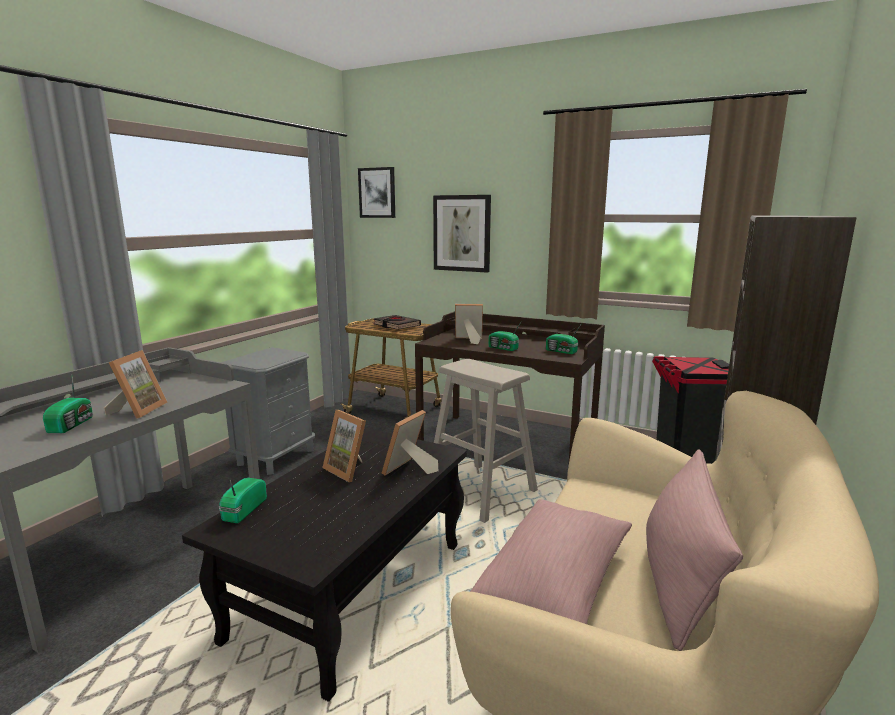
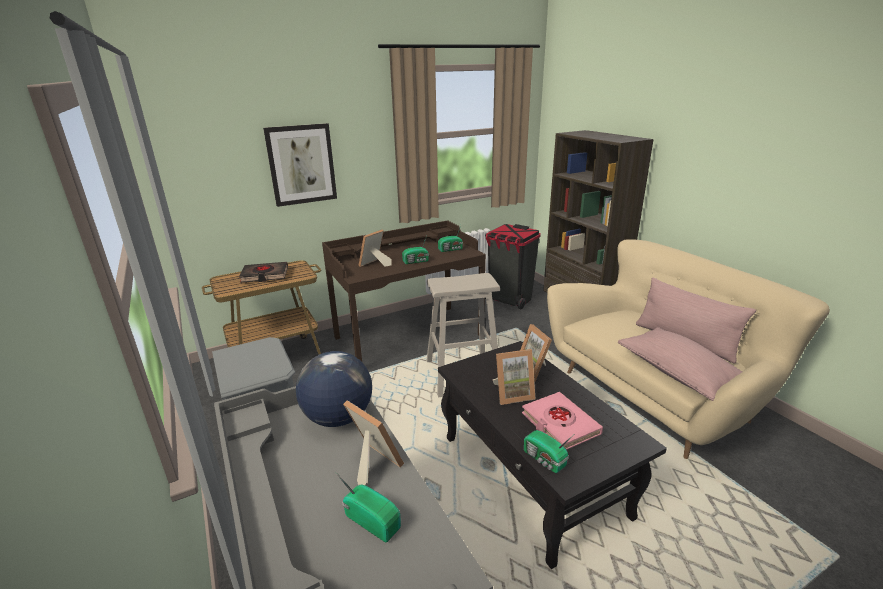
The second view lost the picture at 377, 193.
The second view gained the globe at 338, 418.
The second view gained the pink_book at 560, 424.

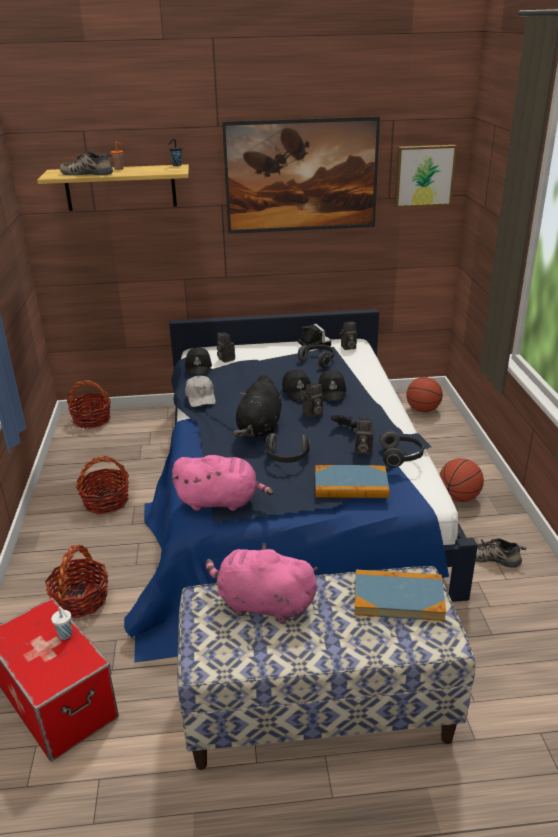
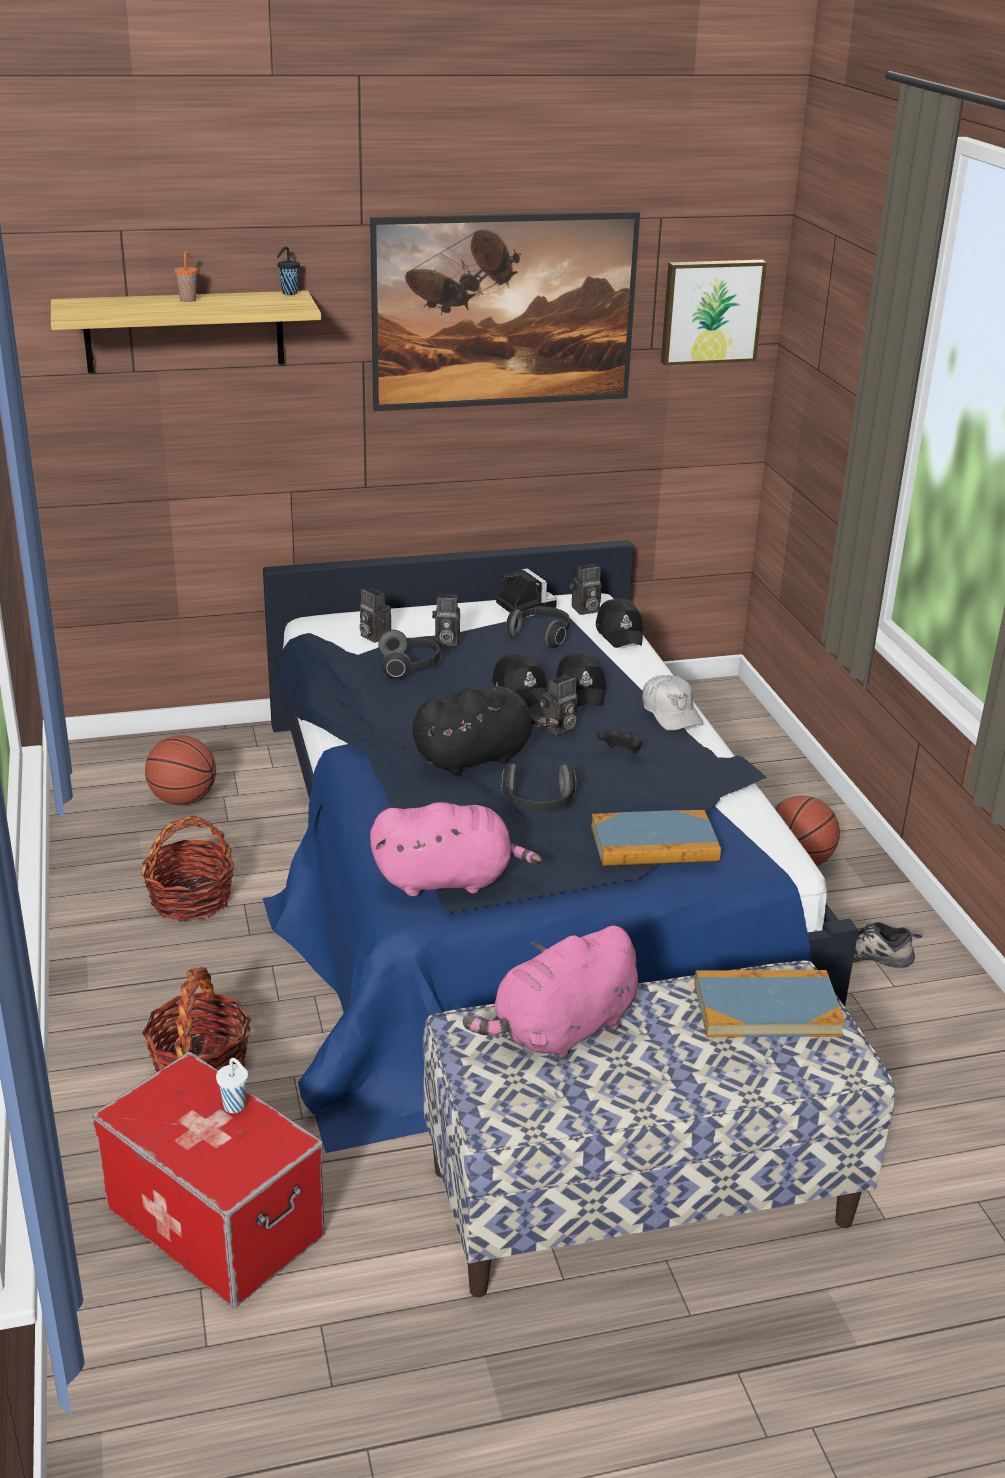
The second view lost the shoe at 88, 173.
The black_cap ended up elsewhere, having gone from 199, 367 to 620, 633.
The black_plush_toy at 259, 428 ended up facing another way, 120 degrees counterclockwise from before.
The white_cap ended up elsewhere, having gone from 201, 397 to 671, 713.
The basketball ended up elsewhere, having gone from 423, 410 to 183, 799.
The second view lost the basket at 92, 420.
The photo_camera ended up elsewhere, having gone from 362, 450 to 445, 642.
The headphones ended up elsewhere, having gone from 401, 457 to 409, 667.
The pink_plush_toy at 262, 604 ended up facing another way, 45 degrees counterclockwise from before.

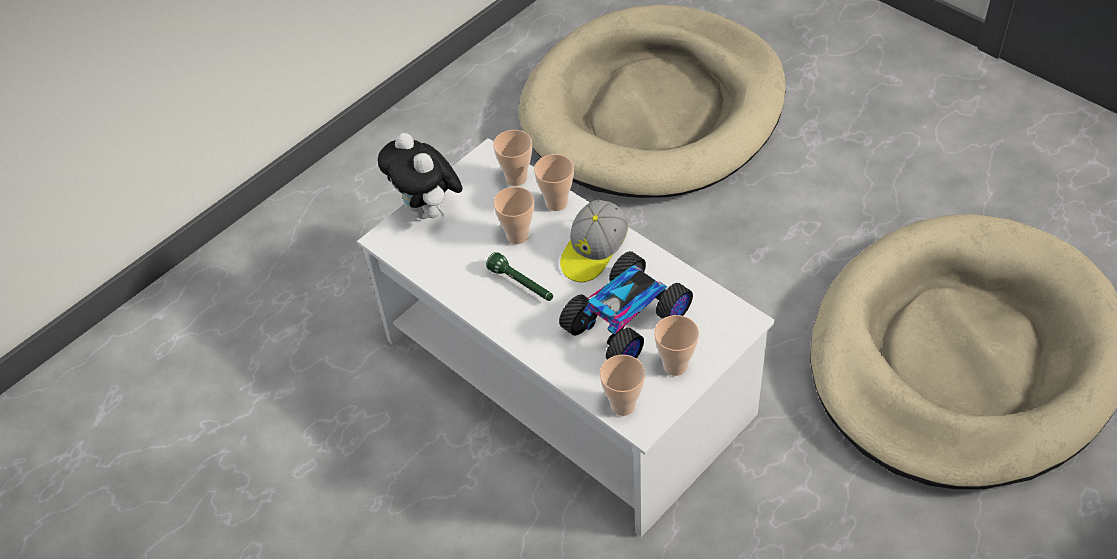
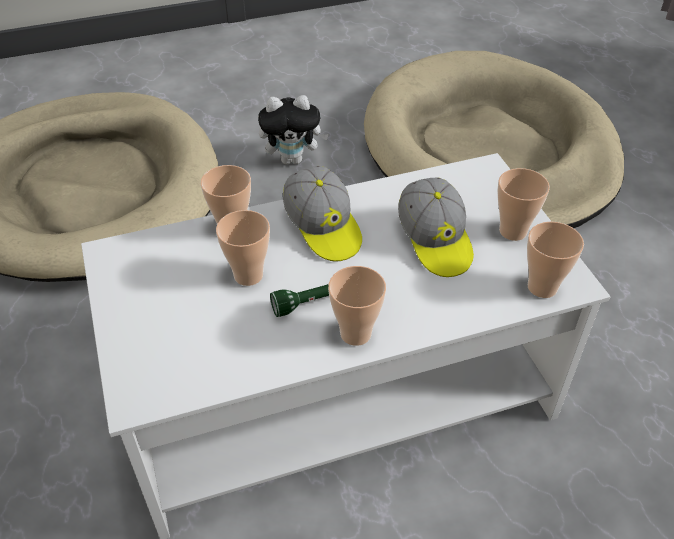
The cup ended up elsewhere, having gone from 516, 178 to 355, 333.
The plush_toy ended up elsewhere, having gone from 428, 211 to 293, 159.
Where the toy_car stood at 627, 321, the cap came to stand at 435, 241.

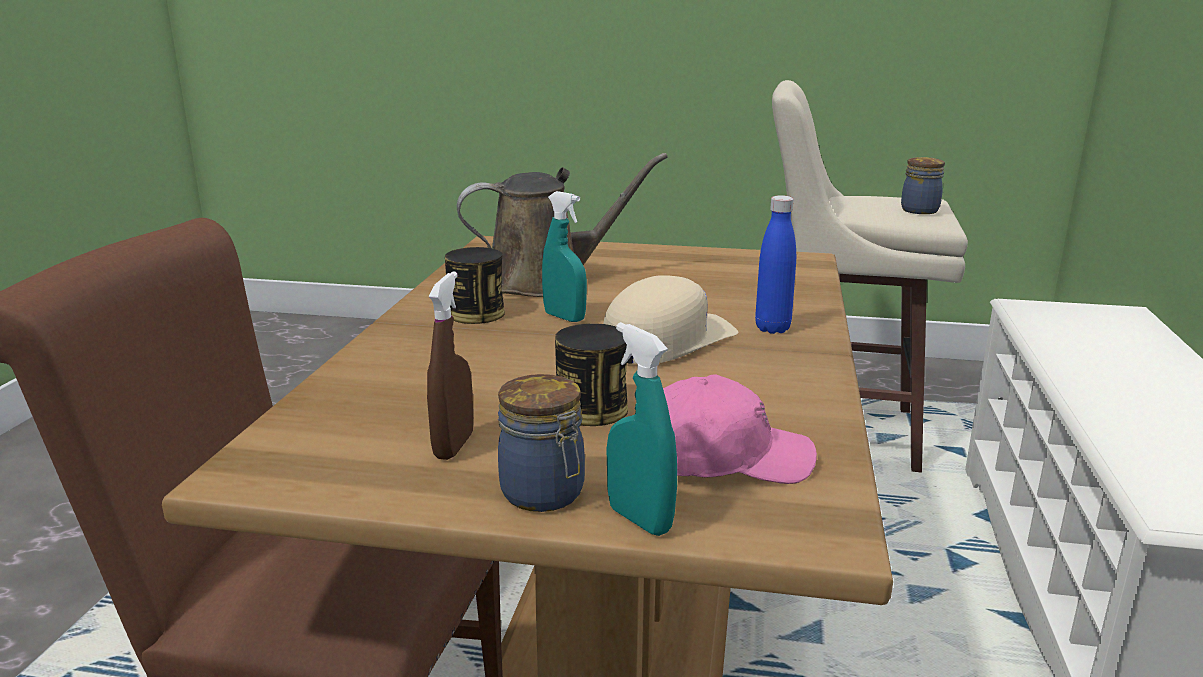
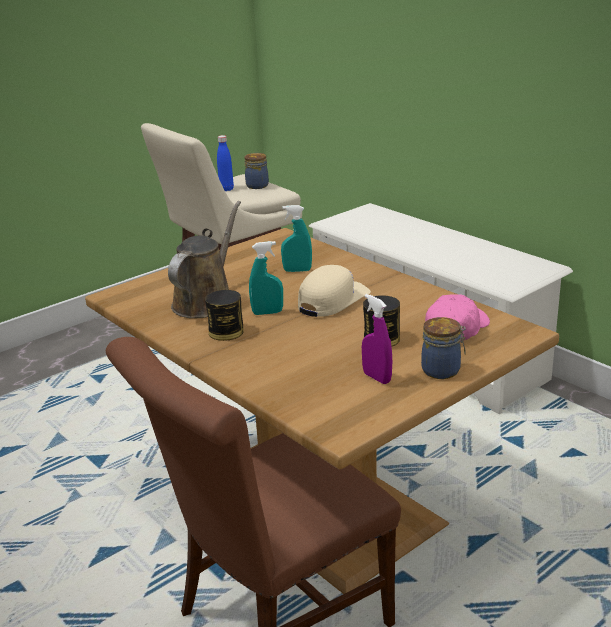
The blue_bottle ended up elsewhere, having gone from 772, 328 to 226, 189.
What was the brown_spray_bottle at 453, 446 turned into the purple_spray_bottle at 376, 378.
The beige_cap at 667, 340 ended up facing another way, 45 degrees clockwise from before.
The turquoise_spray_bottle ended up elsewhere, having gone from 639, 520 to 297, 270.

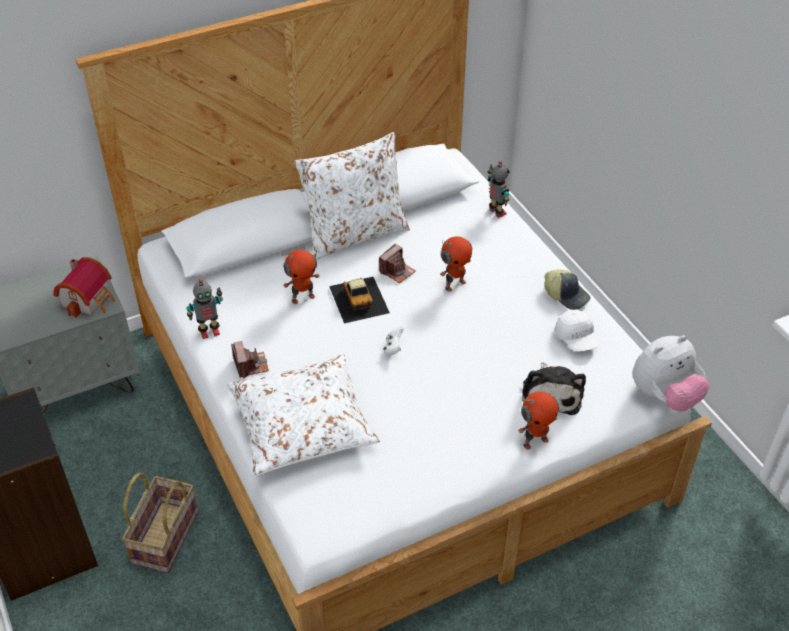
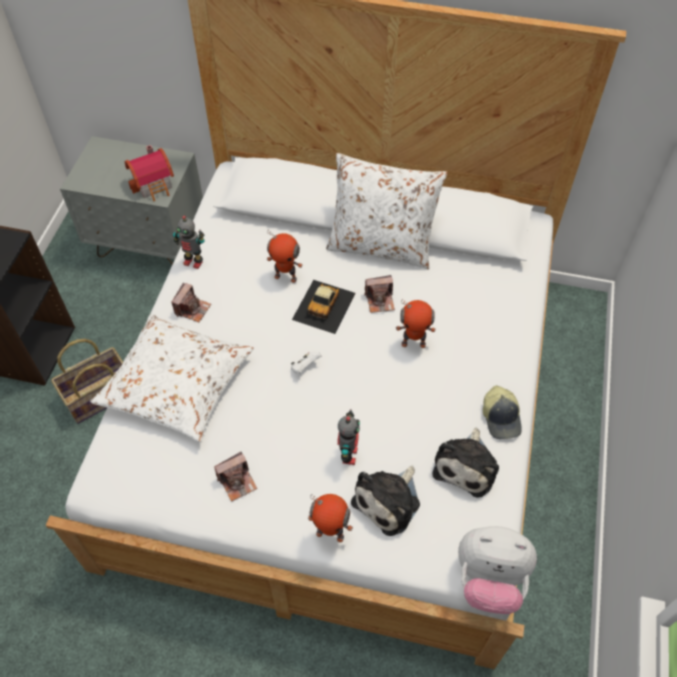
The toy_robot ended up elsewhere, having gone from 496, 212 to 348, 455.
Where the white_cap stood at 576, 338, the plush_toy came to stand at 467, 465.
The second view gained the photo_camera at 237, 481.

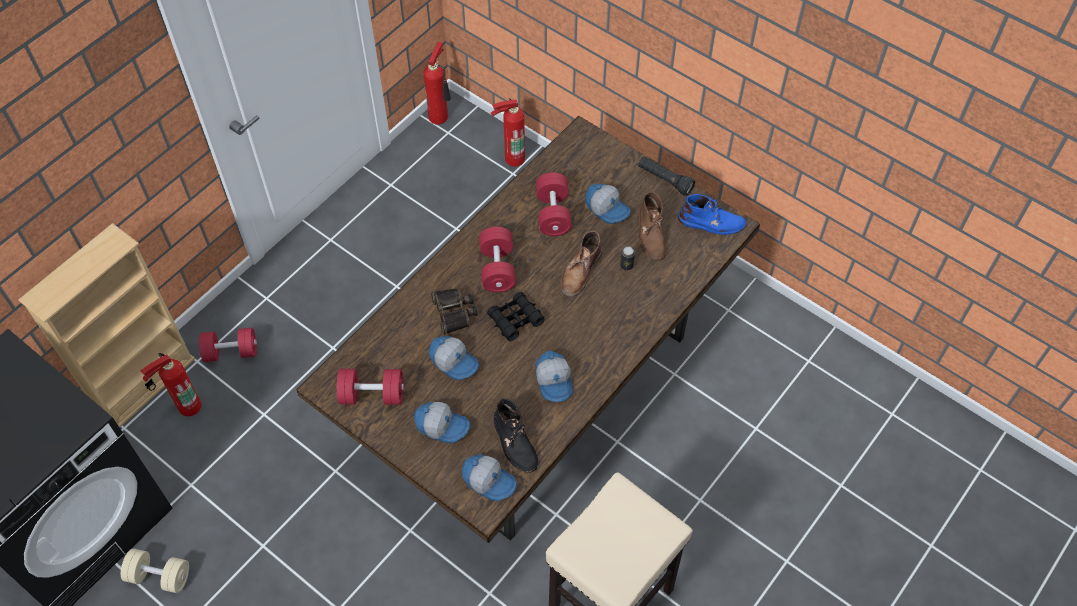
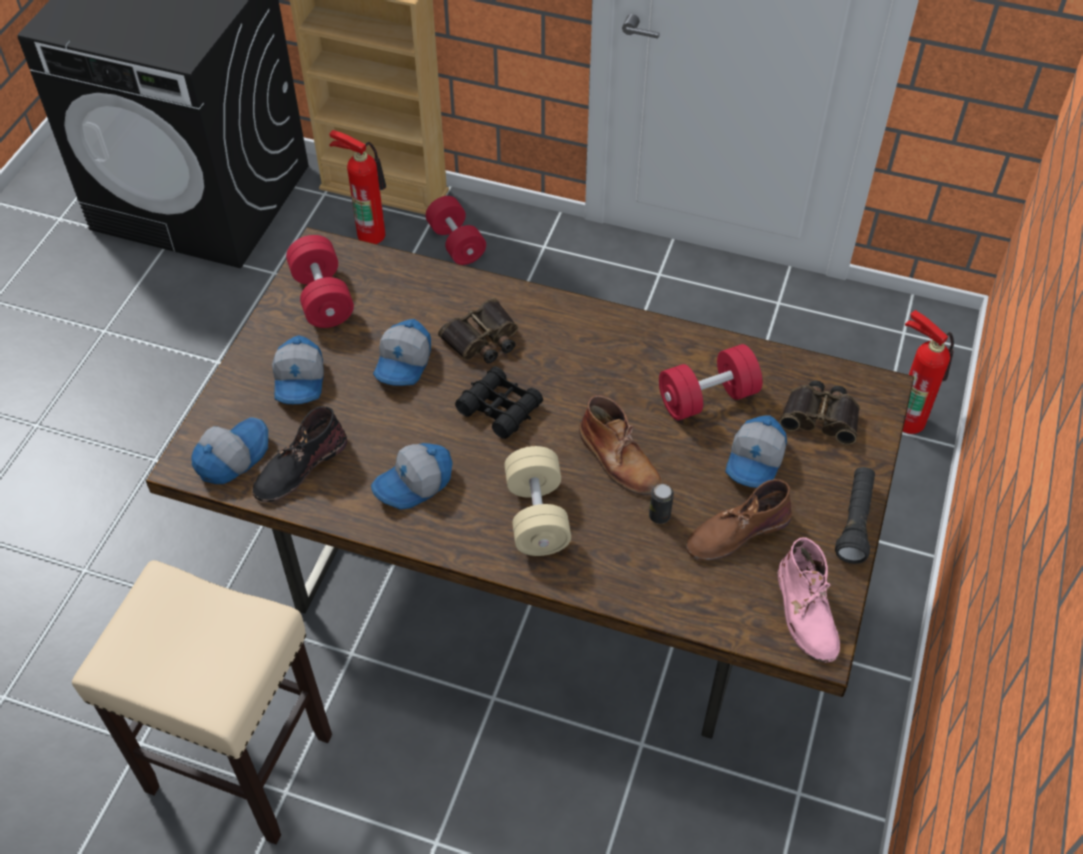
The second view lost the fire_extinguisher at 440, 116.
What was the blue_boot at 712, 223 turned into the pink_boot at 806, 612.
The second view lost the red_dumbbell at 497, 268.
The brown_boot at 580, 271 ended up facing another way, 135 degrees counterclockwise from before.
The cap at 490, 480 ended up facing another way, 150 degrees counterclockwise from before.
The beige_dumbbell ended up elsewhere, having gone from 159, 576 to 537, 516.
The second view gained the binoculars at 821, 416.

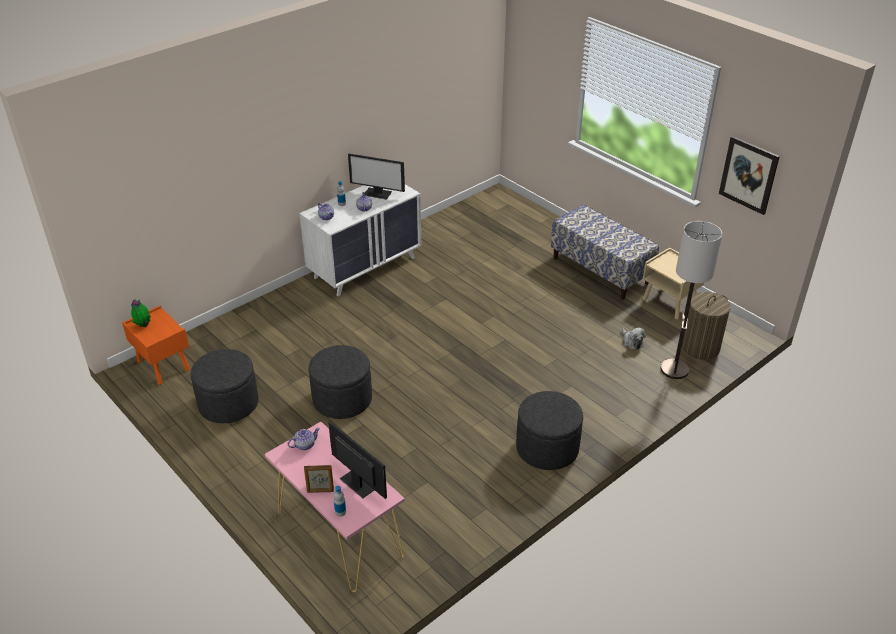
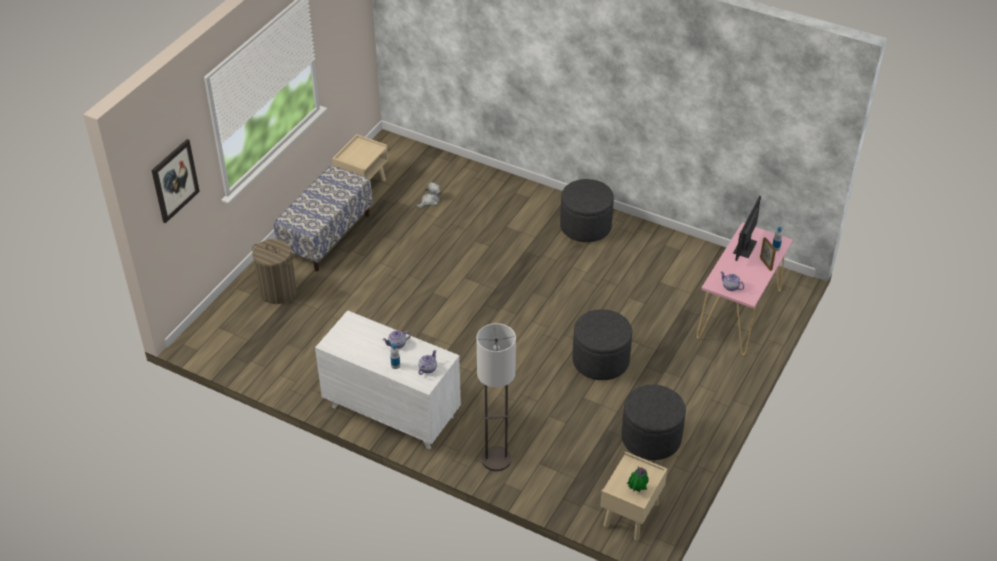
The picture ended up elsewhere, having gone from 748, 175 to 175, 180.
The second view lost the monitor at 378, 193.
The floor_lamp ended up elsewhere, having gone from 674, 369 to 496, 459.
The laundry_basket ended up elsewhere, having gone from 700, 347 to 278, 291.
What was the orange_nightstand at 162, 365 turned into the beige_nightstand at 631, 515.

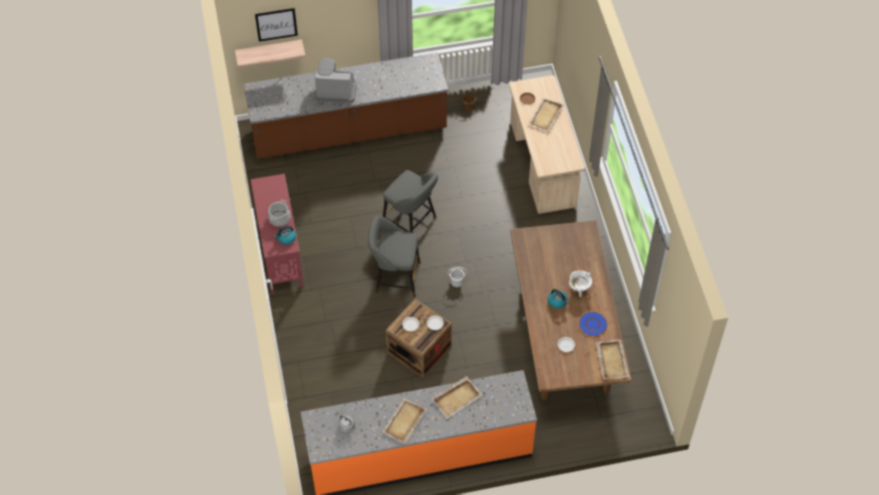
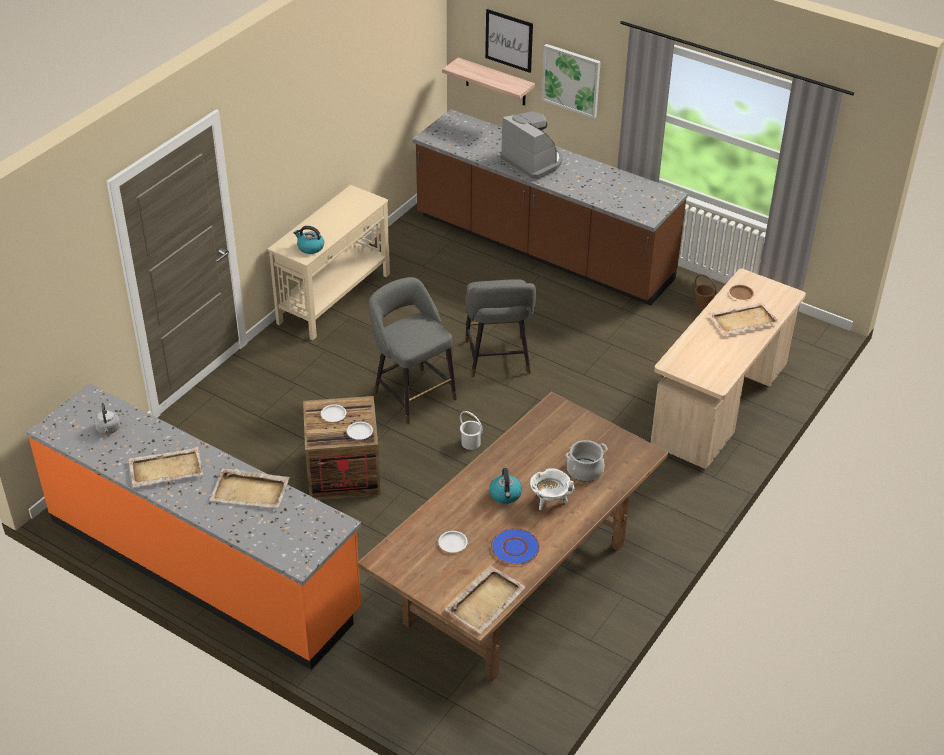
What was the red_console_table at 280, 252 turned into the beige_console_table at 335, 298.
The cooking_pot ended up elsewhere, having gone from 279, 218 to 585, 470.
The second view gained the picture at 571, 80.

